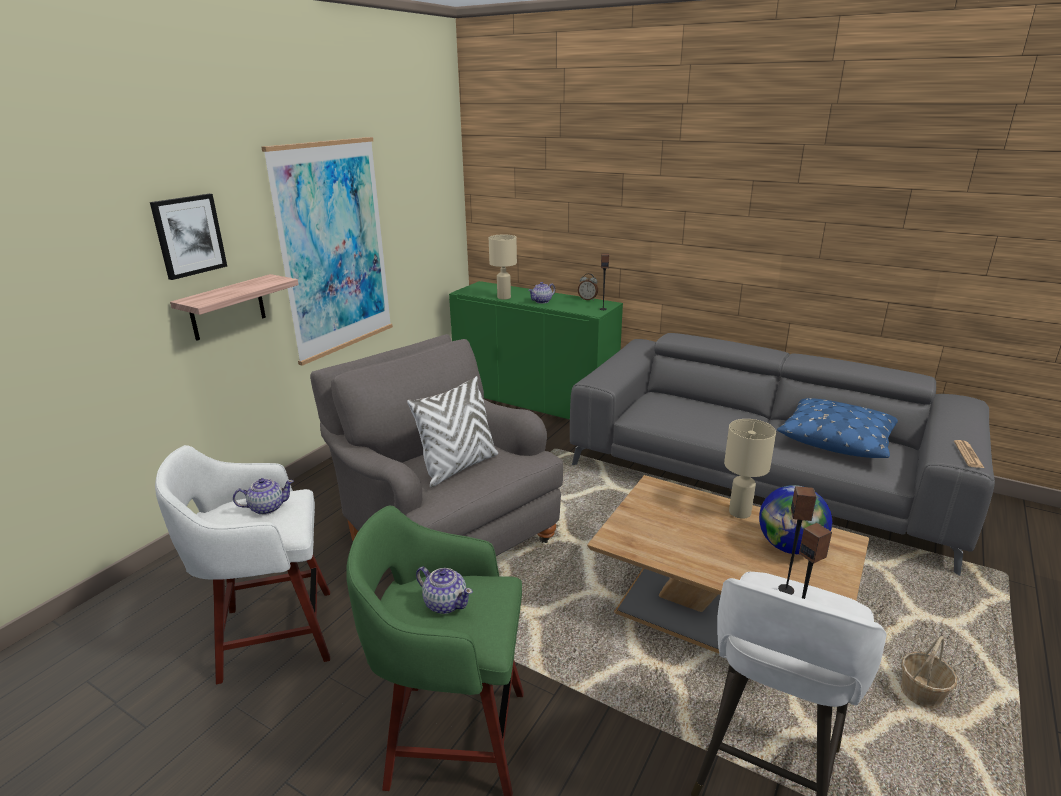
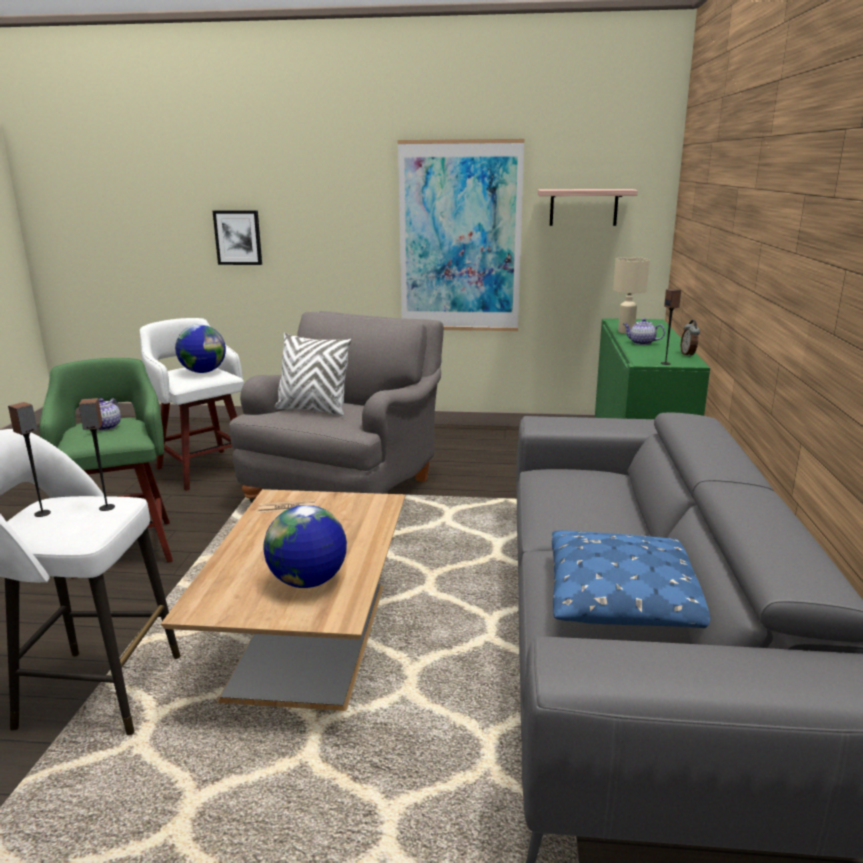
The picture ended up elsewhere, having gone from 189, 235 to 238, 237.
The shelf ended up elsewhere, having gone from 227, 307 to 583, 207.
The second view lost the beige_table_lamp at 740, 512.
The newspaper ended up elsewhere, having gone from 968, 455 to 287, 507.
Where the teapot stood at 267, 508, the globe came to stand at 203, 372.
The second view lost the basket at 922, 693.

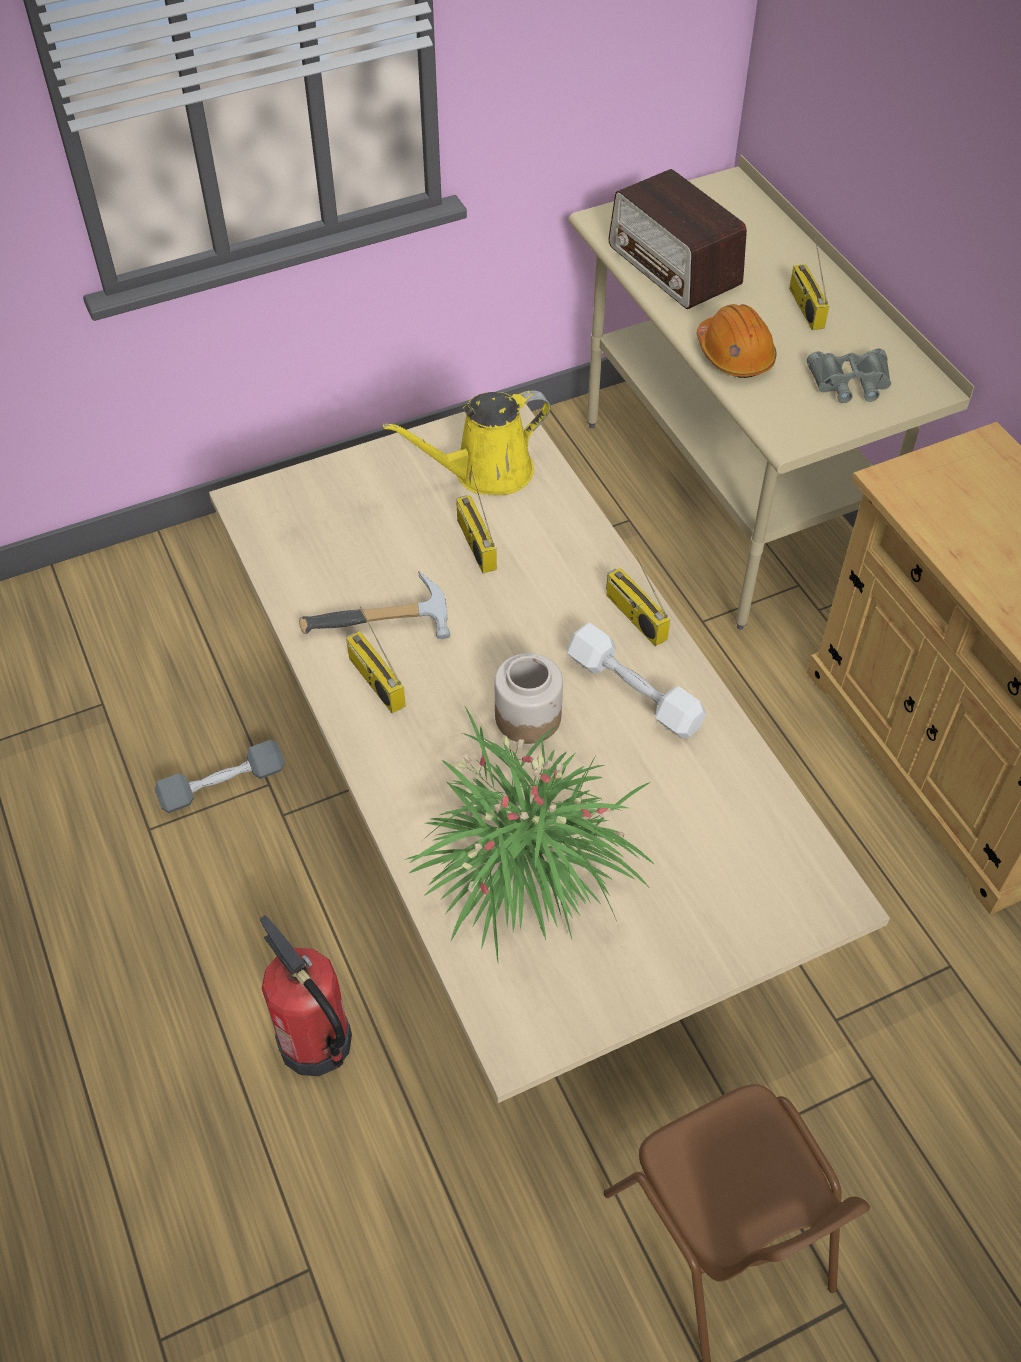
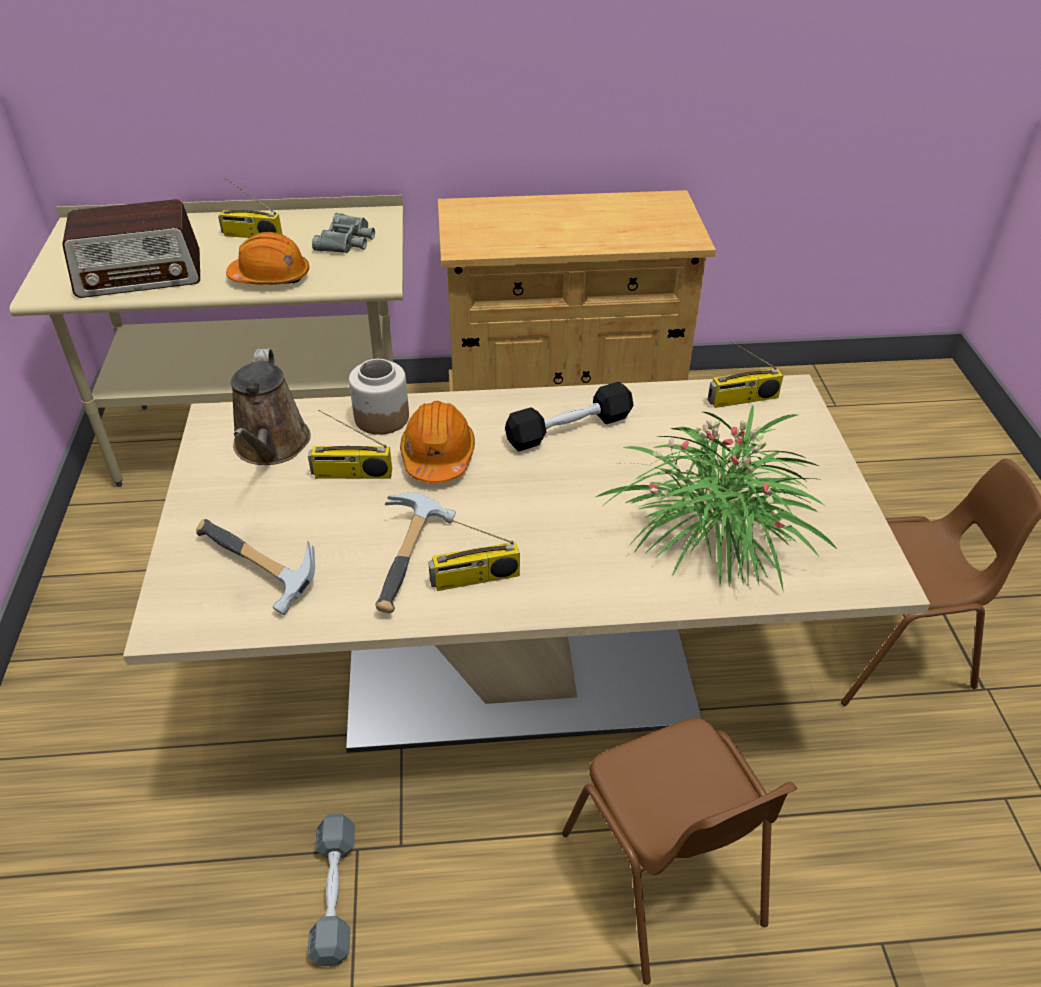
What was the yellow_watering_can at 485, 472 turned into the brown_watering_can at 271, 446.
The radio ended up elsewhere, having gone from 634, 616 to 742, 400.
What was the white_dumbbell at 633, 692 turned into the black_dumbbell at 569, 429.
The jar ended up elsewhere, having gone from 528, 716 to 381, 417.
Where the fire_extinguisher stood at 316, 1043, the brown_chair came to stand at 663, 879.
The second view gained the orange_hard_hat at 438, 456.
The second view gained the hammer at 255, 572.

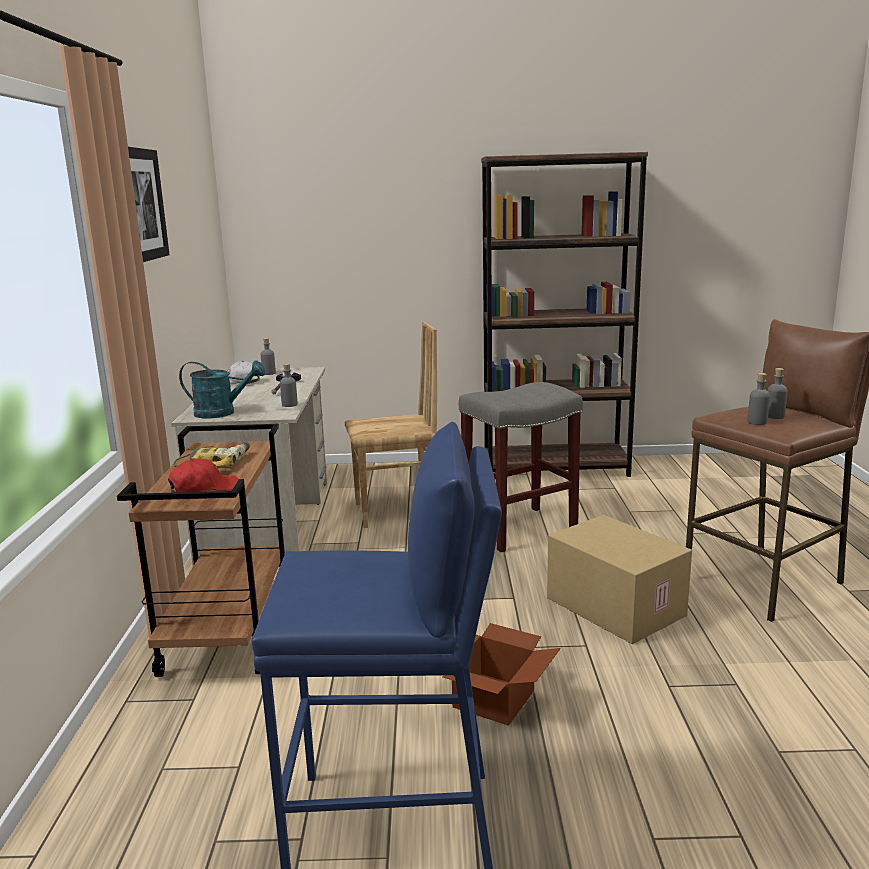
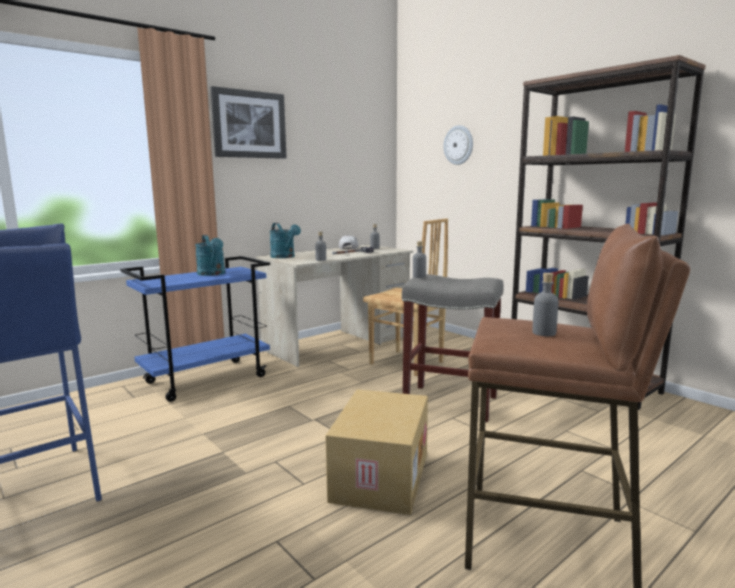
The grey_bottle ended up elsewhere, having gone from 757, 422 to 419, 276.
What was the brown_cart at 227, 630 turned into the blue_cart at 207, 379.
Where the power_drill stood at 215, 463, the turquoise_watering_can came to stand at 212, 274.
The second view lost the red_cap at 203, 489.
The second view lost the cardboard_box at 492, 697.
The second view gained the wall_clock at 458, 145.

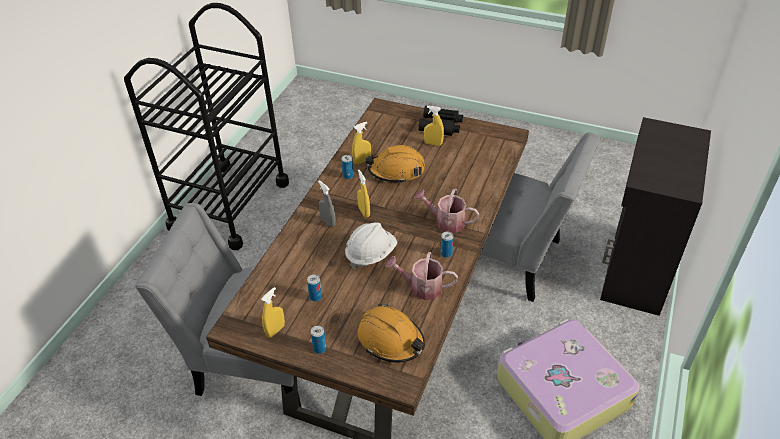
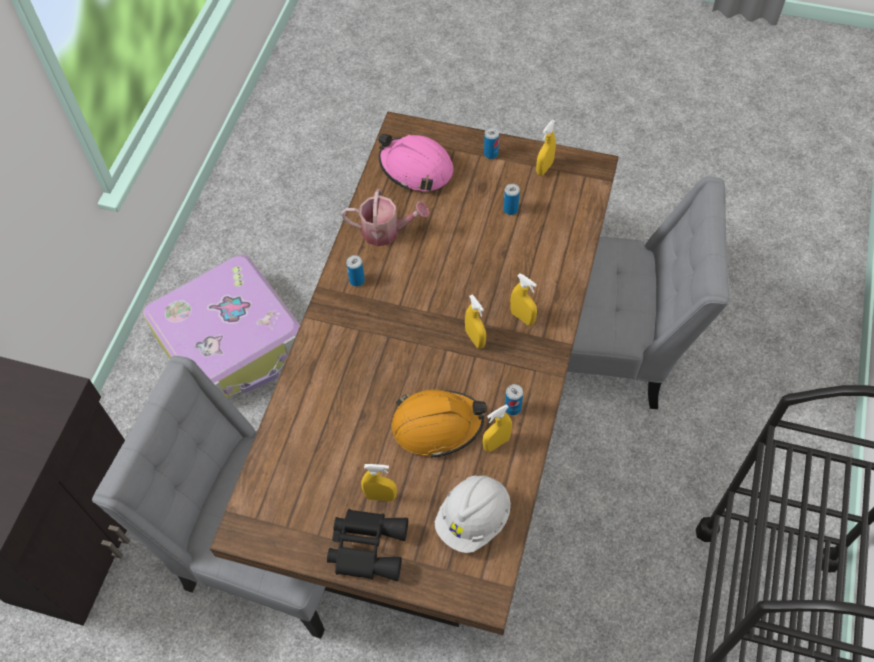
What was the grey_spray_bottle at 328, 222 turned into the yellow_spray_bottle at 522, 317.
The second view lost the watering_can at 446, 222.
The white_hard_hat ended up elsewhere, having gone from 371, 254 to 473, 519.
What was the orange_hard_hat at 391, 340 turned into the pink_hard_hat at 416, 168.

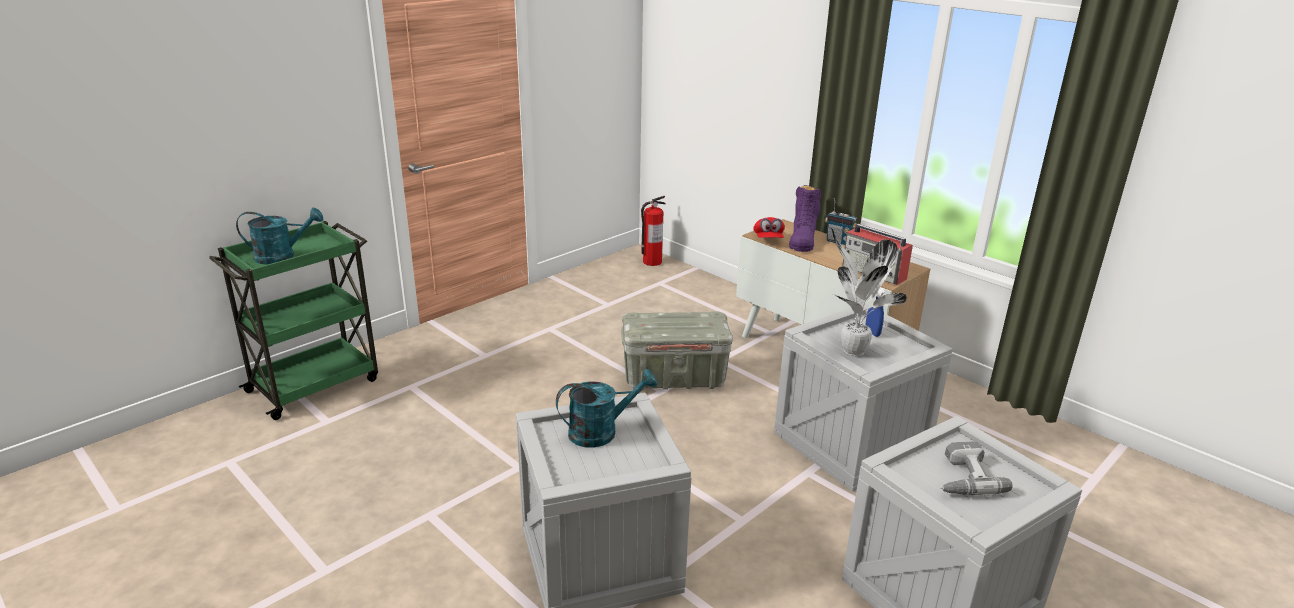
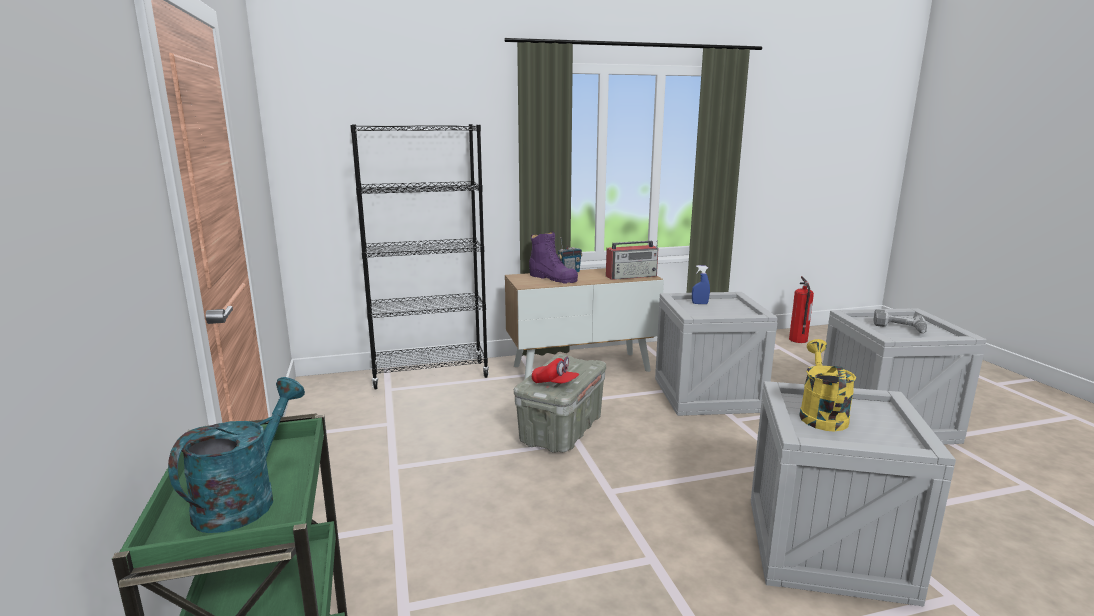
The fire_extinguisher ended up elsewhere, having gone from 652, 262 to 798, 340.
The red_cap ended up elsewhere, having gone from 768, 239 to 555, 383.
The second view lost the potted_plant at 851, 351.
What was the turquoise_watering_can at 601, 431 turned into the yellow_watering_can at 820, 415.
The second view gained the black_bookcase at 430, 375.

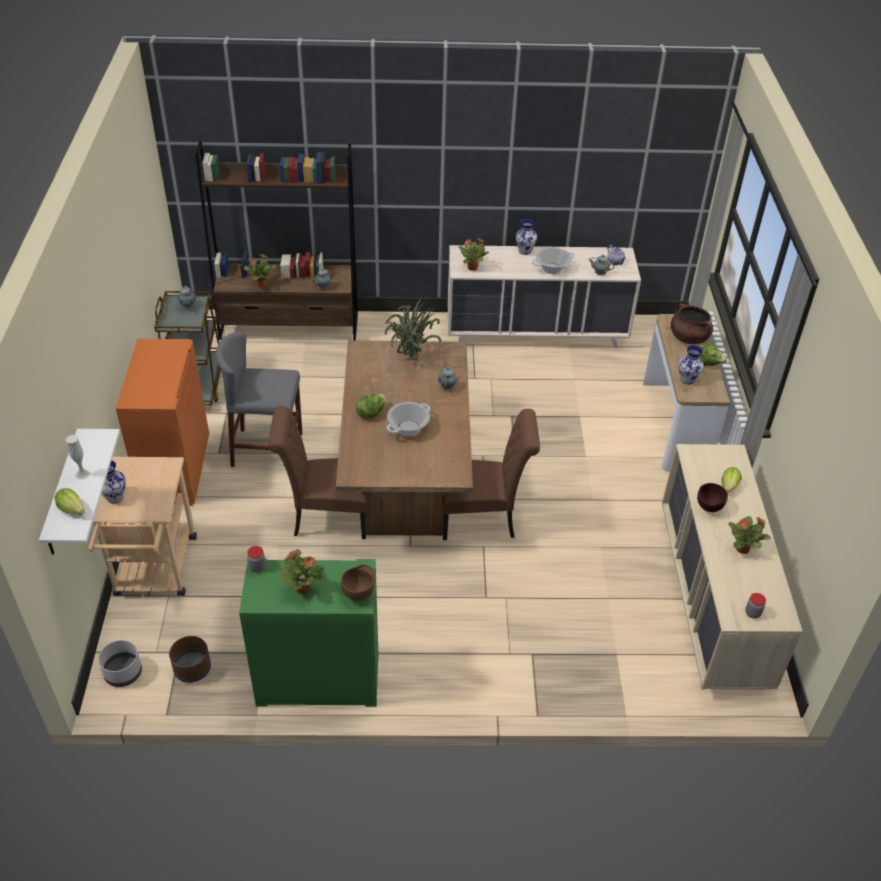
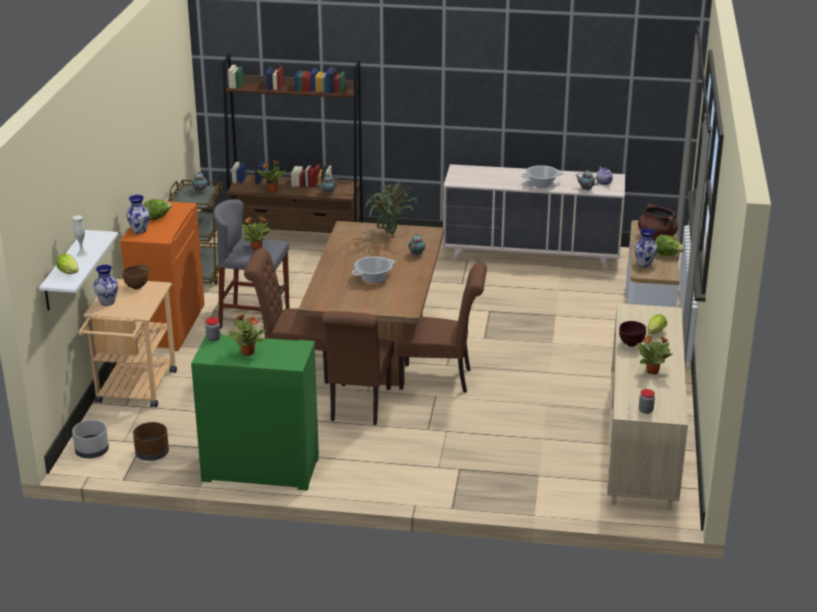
The vase ended up elsewhere, having gone from 525, 251 to 139, 230.
The potted_plant ended up elsewhere, having gone from 473, 267 to 257, 248.
The lettuce ended up elsewhere, having gone from 371, 413 to 157, 218.
The brown_bowl ended up elsewhere, having gone from 359, 593 to 138, 287.
The second view gained the brown_chair at 359, 407.

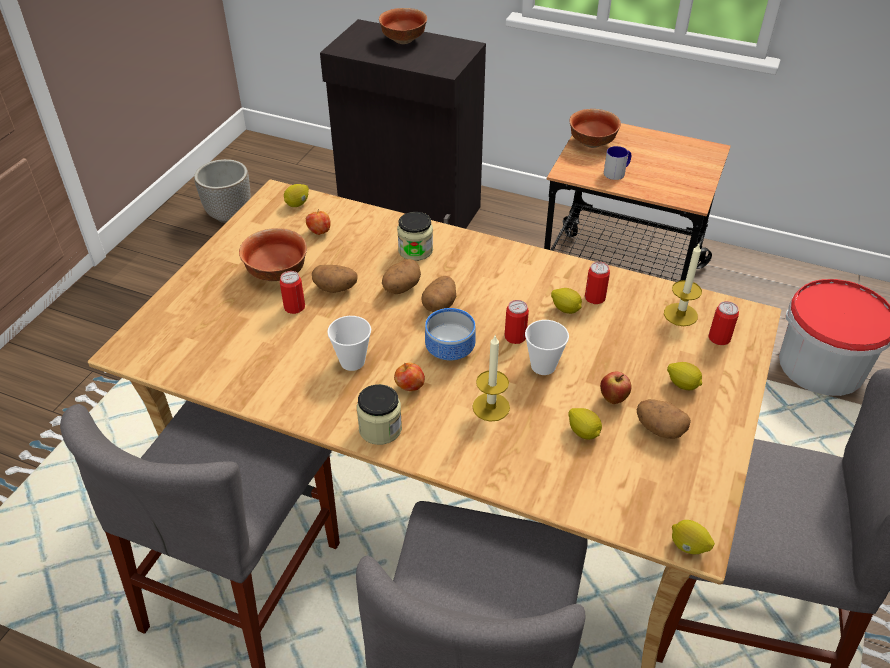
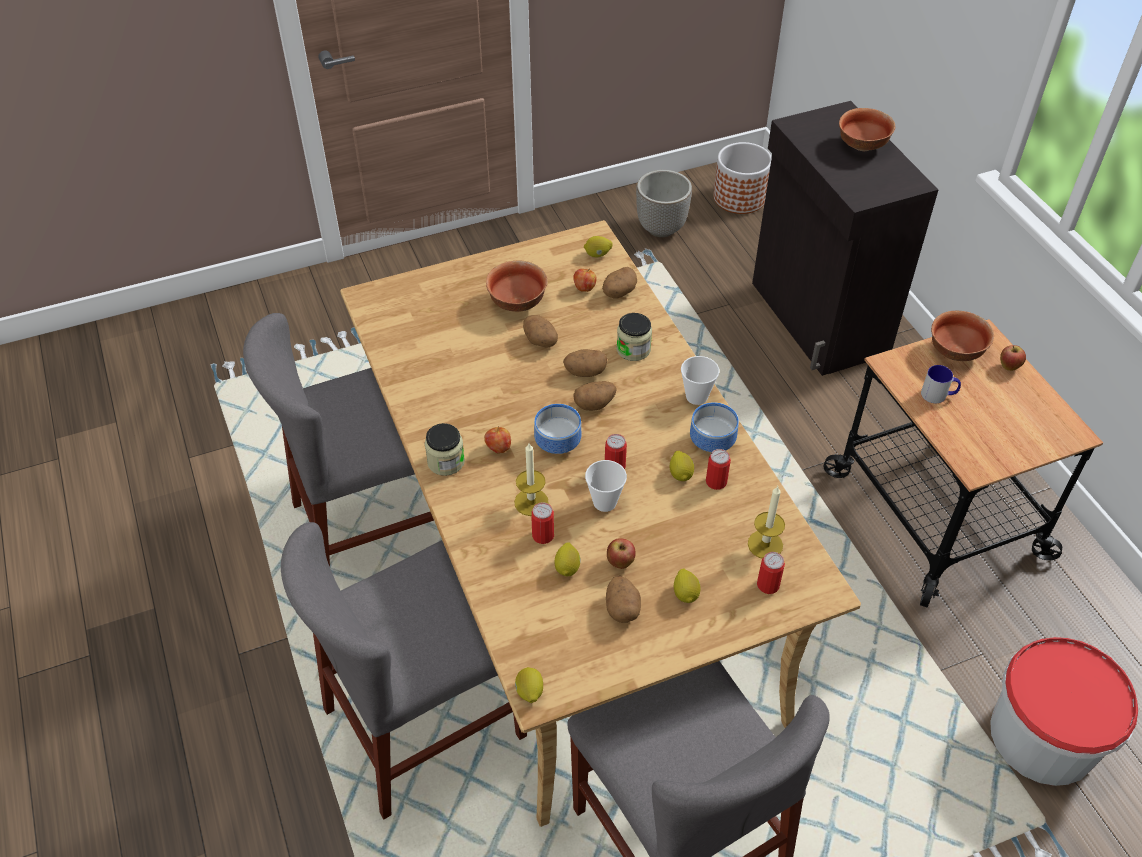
The can ended up elsewhere, having gone from 294, 307 to 543, 535.
The cup ended up elsewhere, having gone from 352, 362 to 696, 396.
The second view gained the planter at 739, 198.
The second view gained the potato at 618, 292.
The second view gained the apple at 1008, 367.
The second view gained the bowl at 712, 439.

